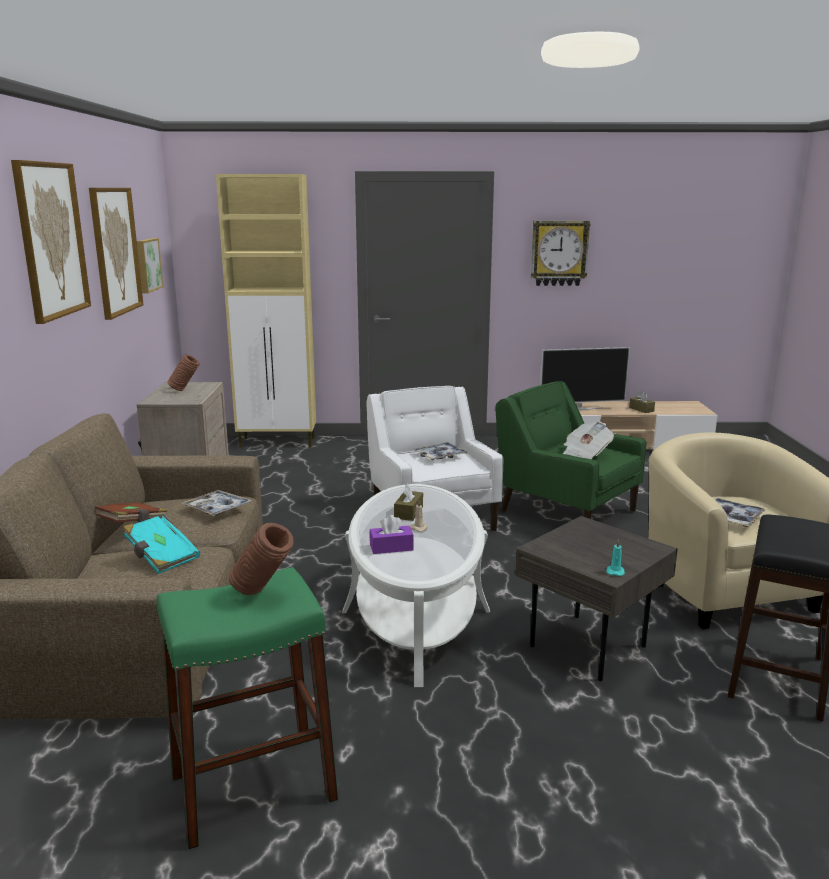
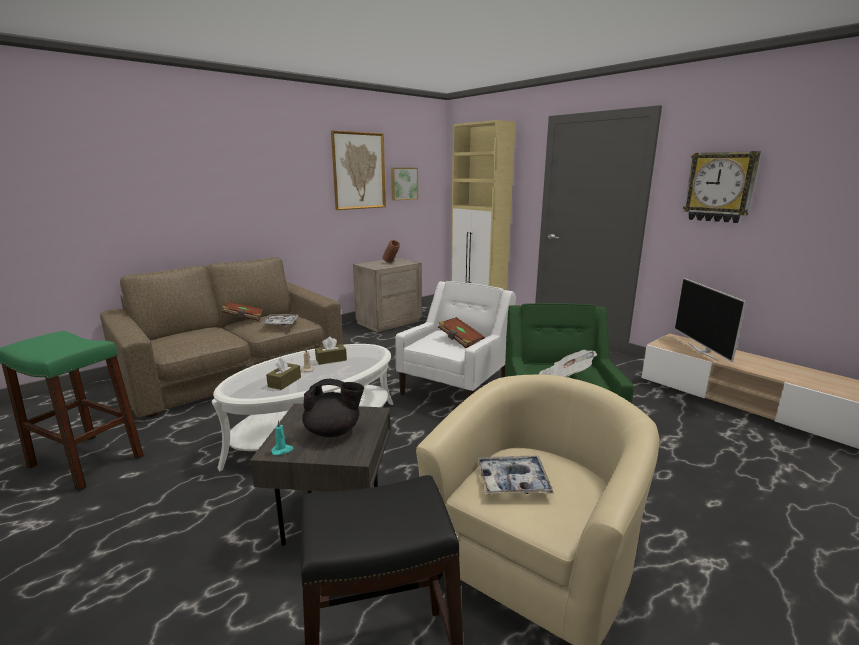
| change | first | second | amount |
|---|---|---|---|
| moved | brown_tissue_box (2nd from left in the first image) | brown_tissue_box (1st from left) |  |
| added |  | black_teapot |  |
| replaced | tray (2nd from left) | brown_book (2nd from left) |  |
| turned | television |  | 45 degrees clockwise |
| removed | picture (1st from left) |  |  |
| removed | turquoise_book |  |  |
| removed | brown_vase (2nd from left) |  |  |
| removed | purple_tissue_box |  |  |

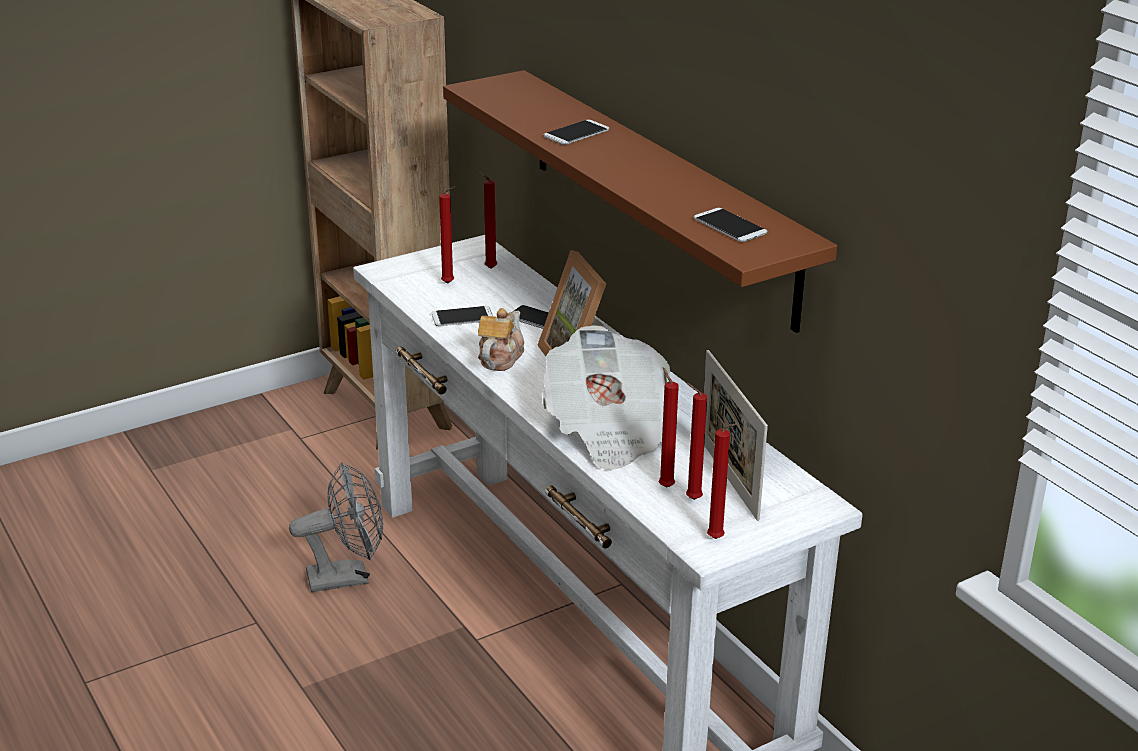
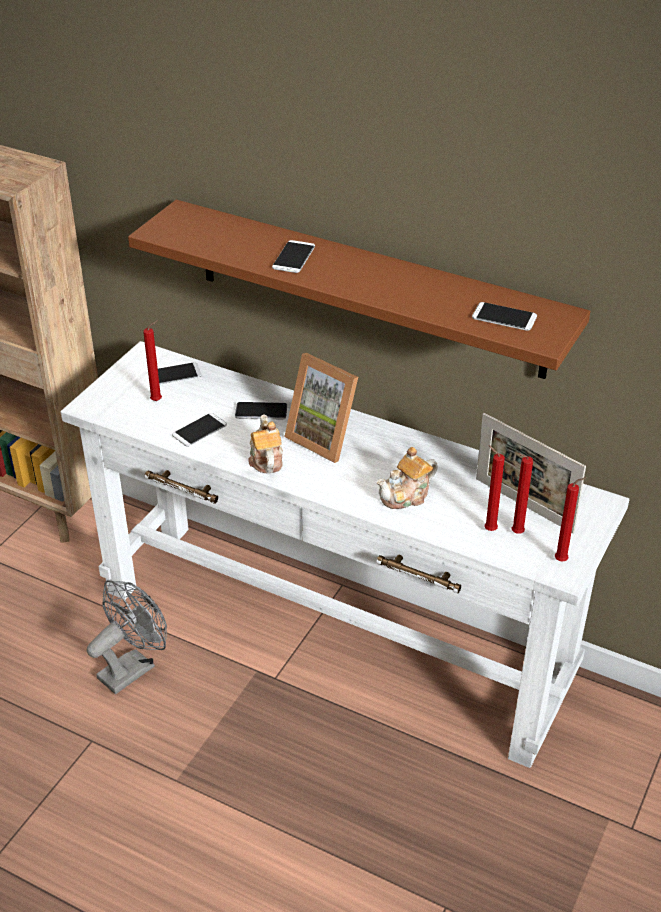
| change | first | second | amount |
|---|---|---|---|
| replaced | red_candle (2nd from left) | phone (1st from left) |  |
| replaced | newspaper | teapot (2nd from left) |  |

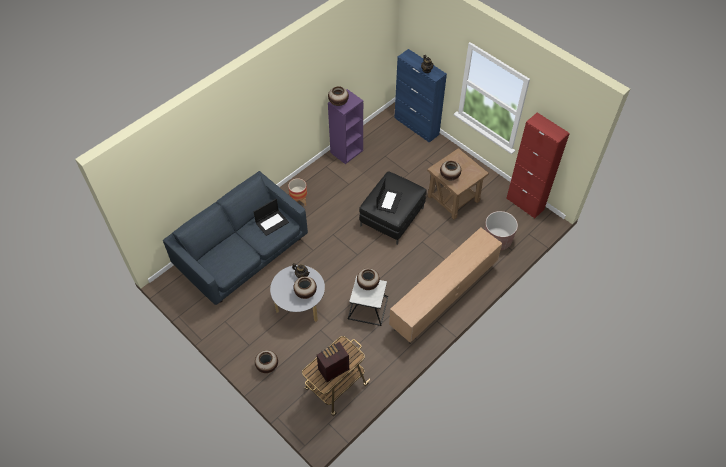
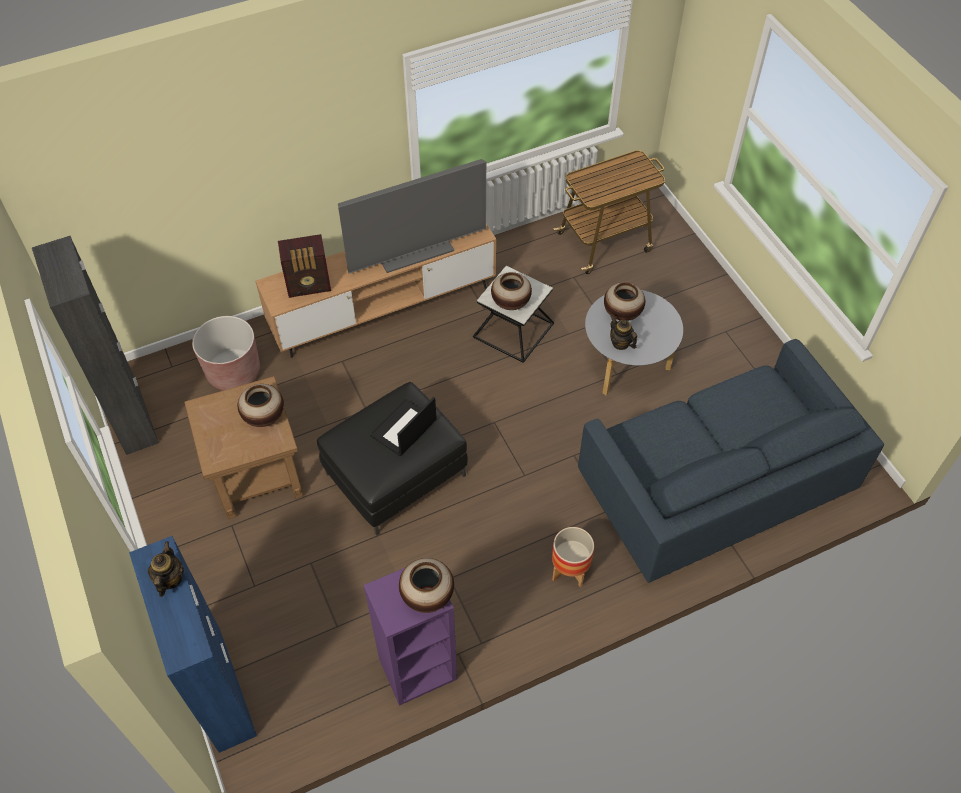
| change | first | second | amount |
|---|---|---|---|
| recoloured | red_cabinet | black_cabinet |  |
| moved | radio |  |  |
| added |  | television |  |
| removed | laptop (1st from left) |  |  |
| removed | vase (1st from left) |  |  |

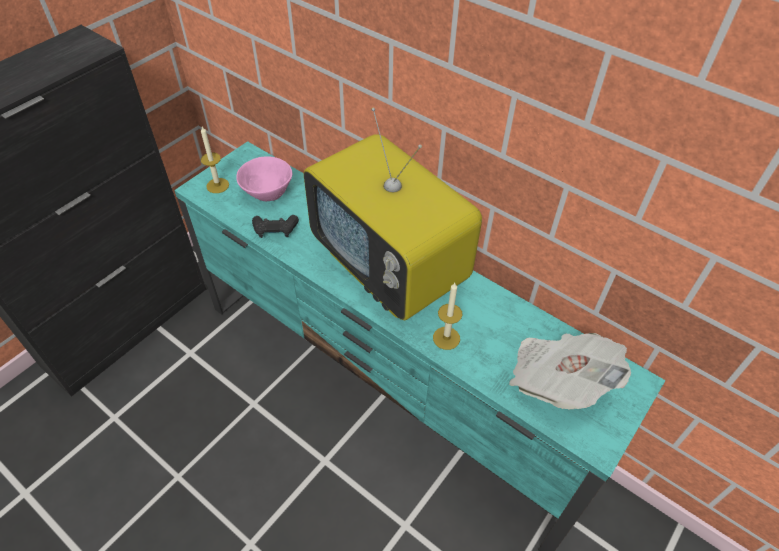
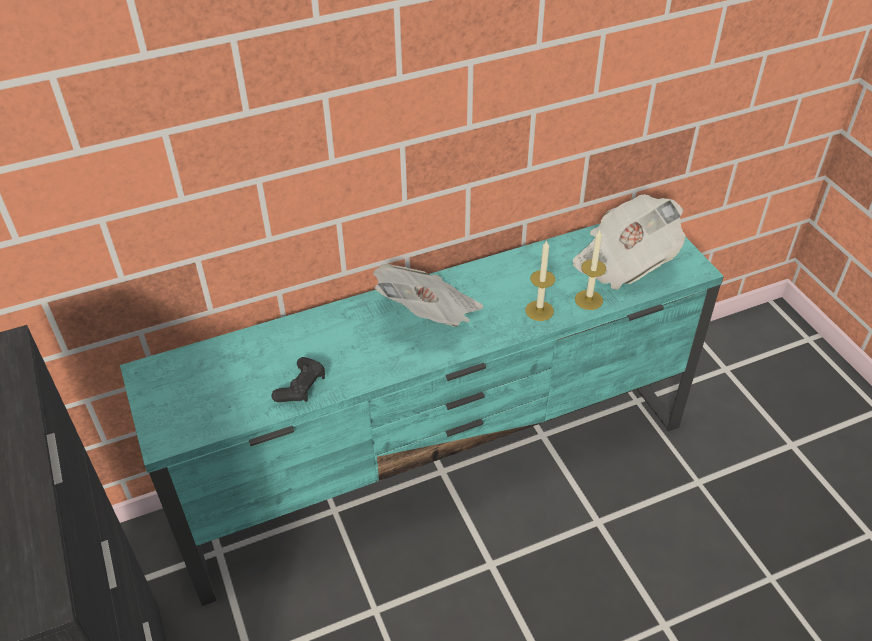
| change | first | second | amount |
|---|---|---|---|
| replaced | television | newspaper (1st from left) |  |
| moved | candle (1st from left in the first image) | candle (2nd from left) |  |
| removed | pink_bowl |  |  |

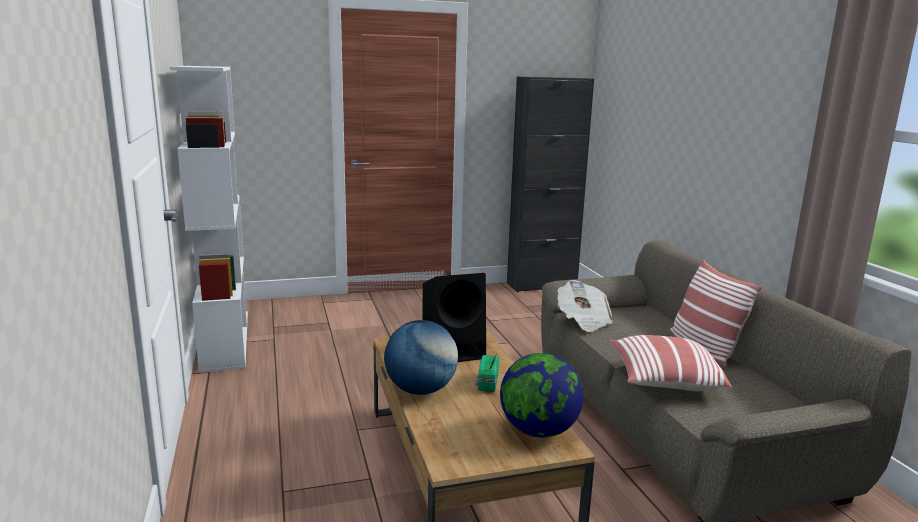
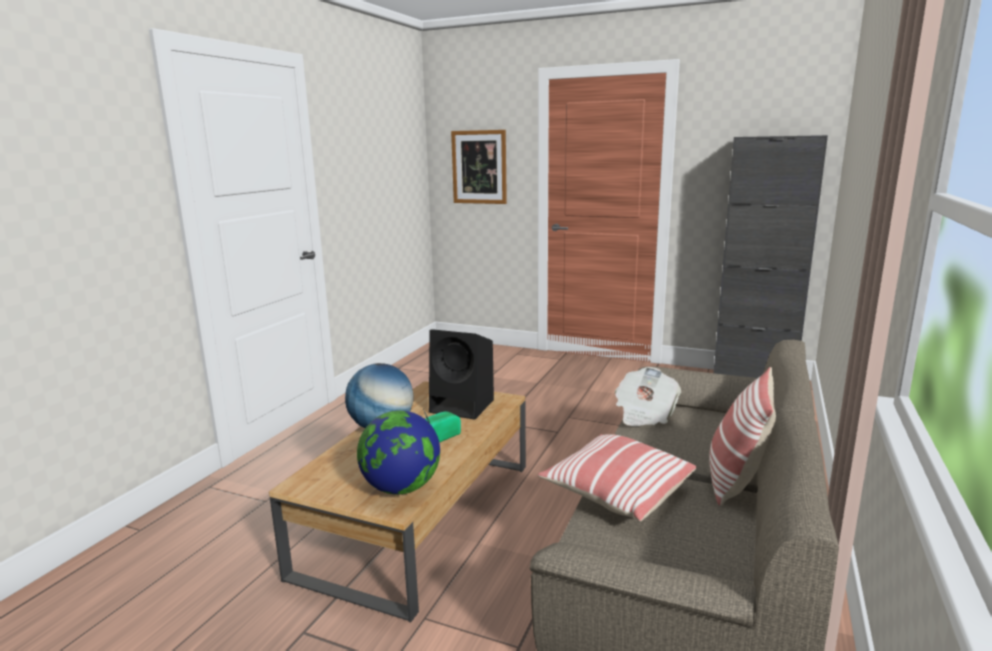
| change | first | second | amount |
|---|---|---|---|
| added |  | picture |  |
| removed | white_bookcase |  |  |

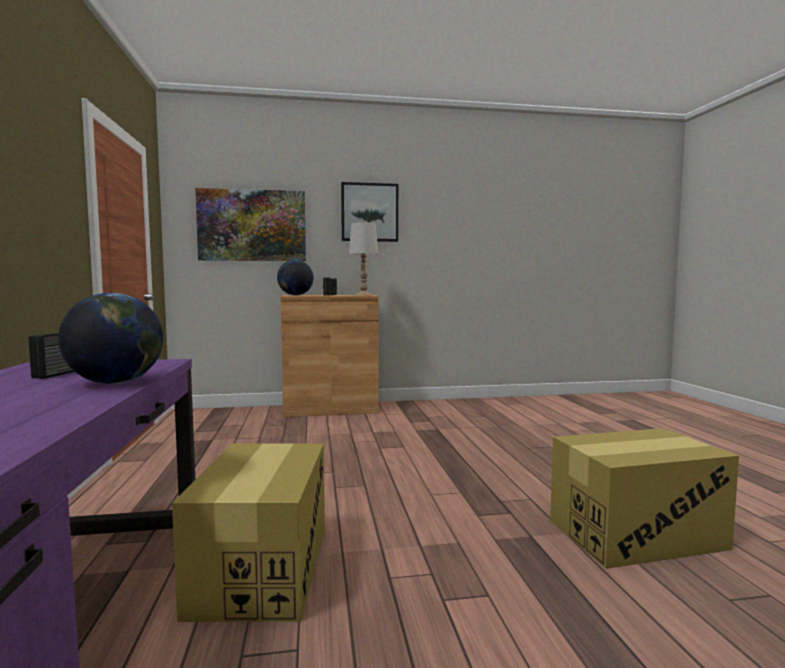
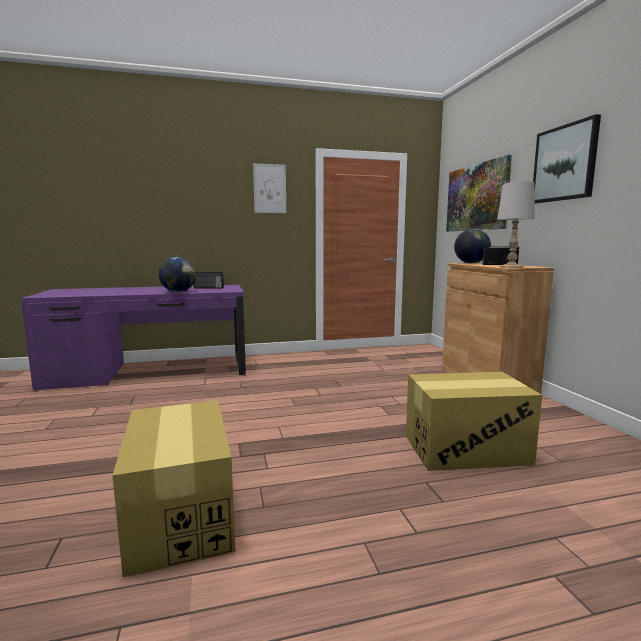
| change | first | second | amount |
|---|---|---|---|
| added |  | picture (1st from left) |  |
| moved | cardboard_box (1st from left in the first image) | cardboard_box (2nd from left) |  |

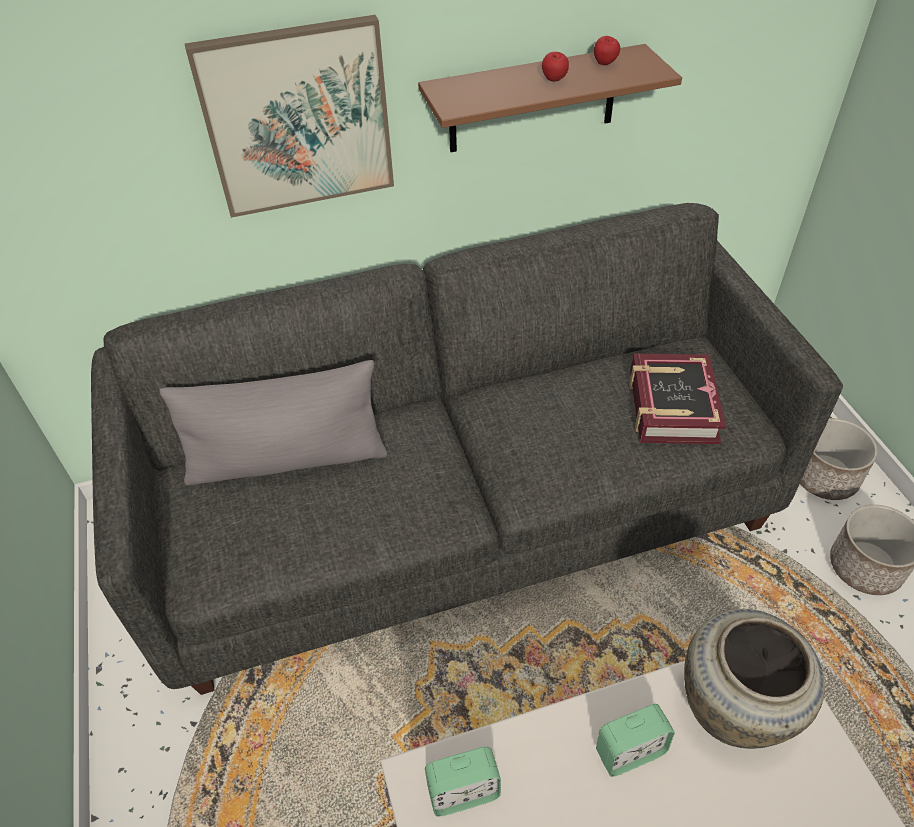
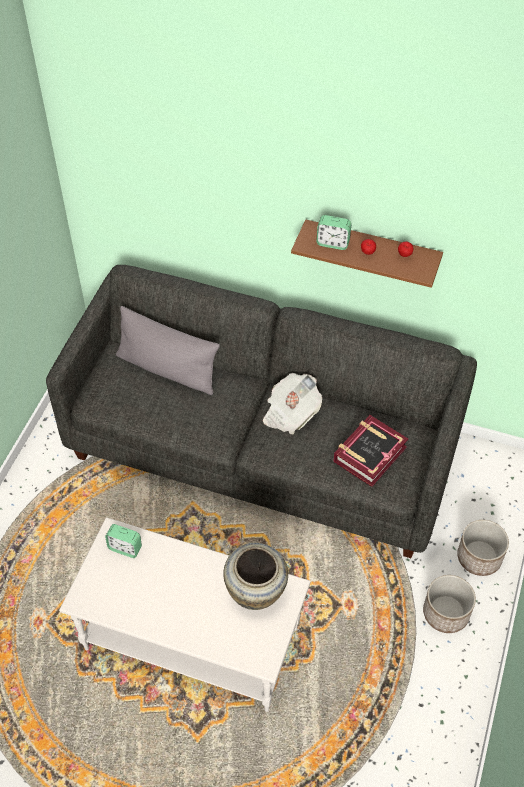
| change | first | second | amount |
|---|---|---|---|
| added |  | newspaper |  |
| moved | alarm_clock (2nd from left) |  |  |
| removed | picture |  |  |

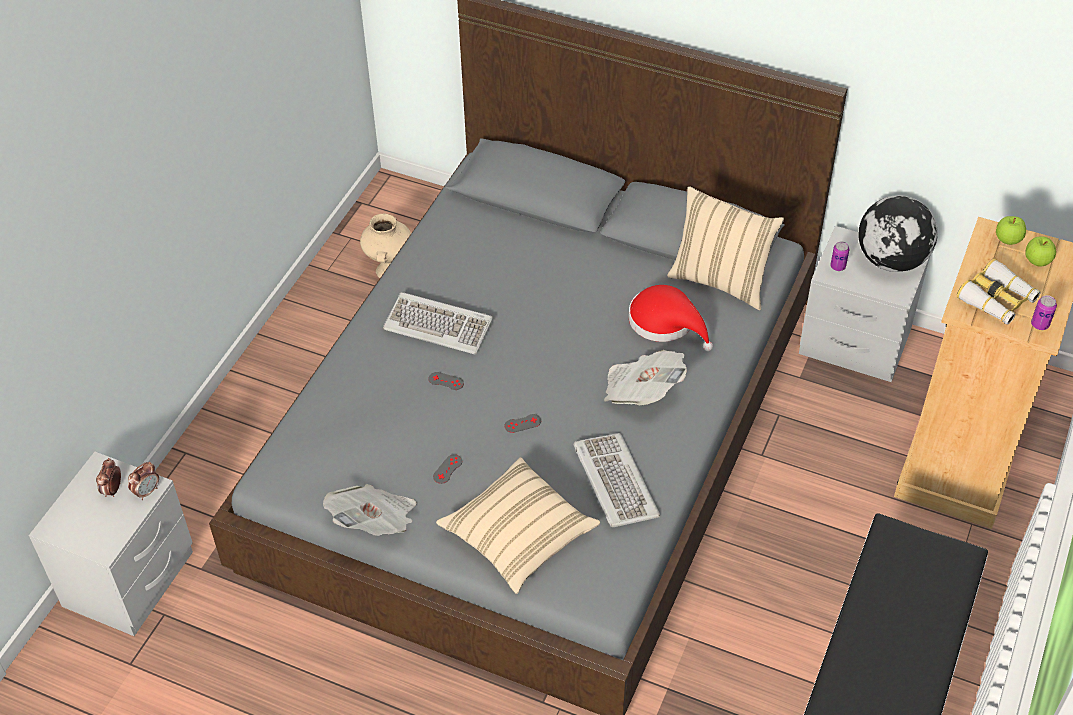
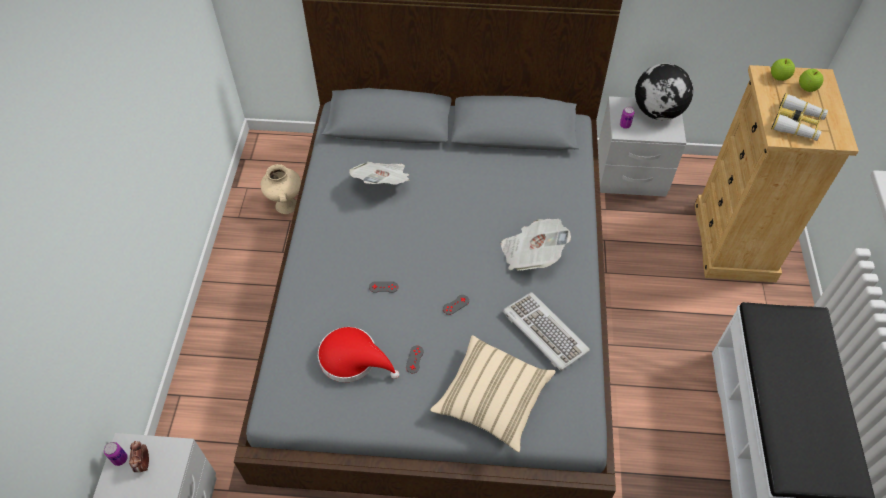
| change | first | second | amount |
|---|---|---|---|
| moved | can (2nd from left in the first image) | can (1st from left) |  |
| moved | red_hat |  |  |
| moved | newspaper (1st from left) |  |  |
| removed | alarm_clock (2nd from left) |  |  |
| removed | keyboard (1st from left) |  |  |
| removed | beige_pillow (2nd from left) |  |  |

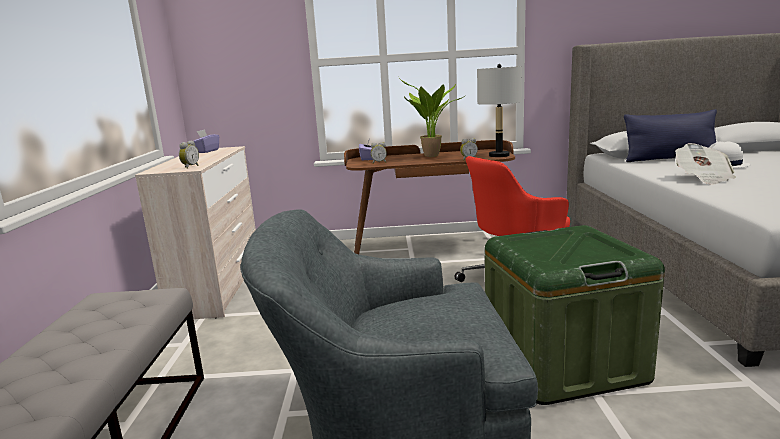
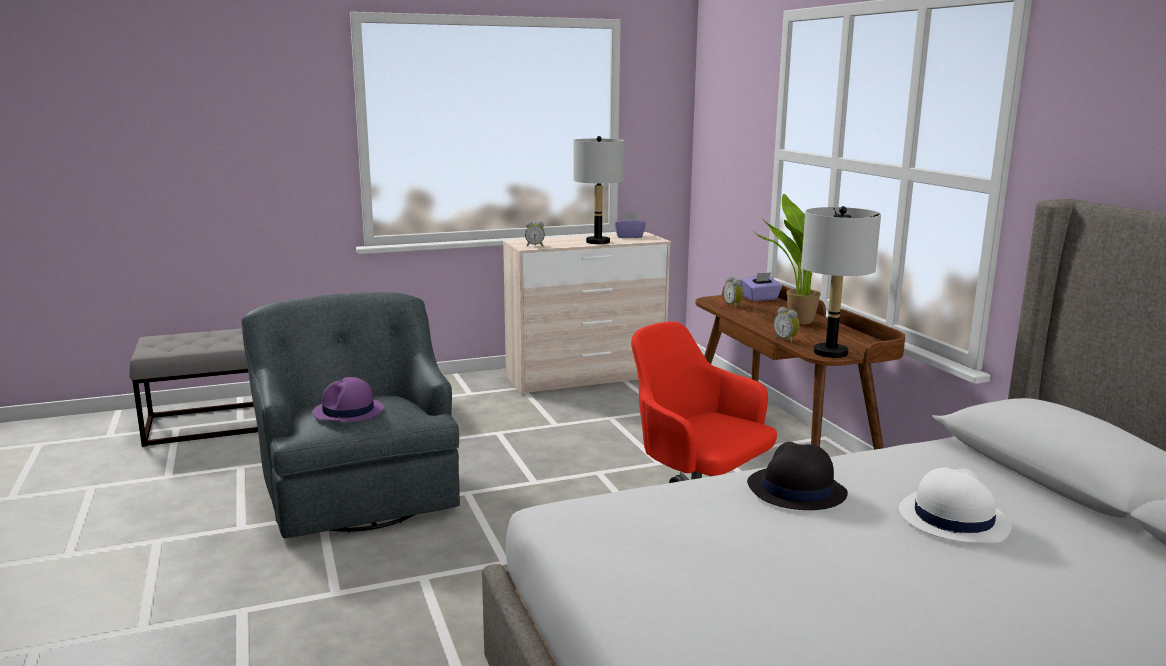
| change | first | second | amount |
|---|---|---|---|
| added |  | purple_hat |  |
| added |  | grey_table_lamp (1st from left) |  |
| replaced | newspaper | black_hat |  |
| removed | green_storage_box |  |  |
| removed | blue_pillow |  |  |

